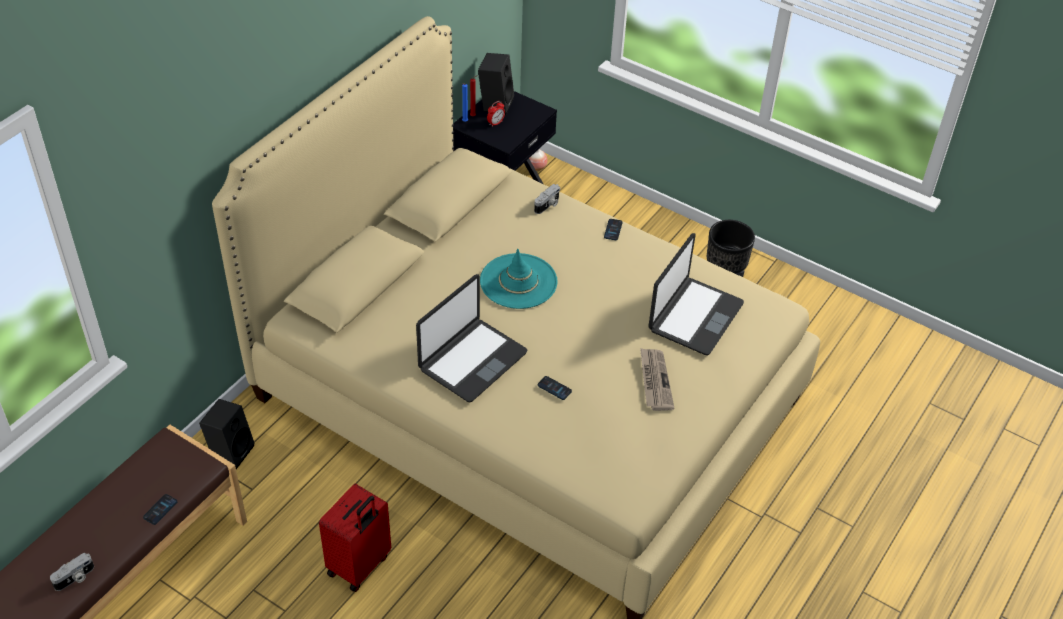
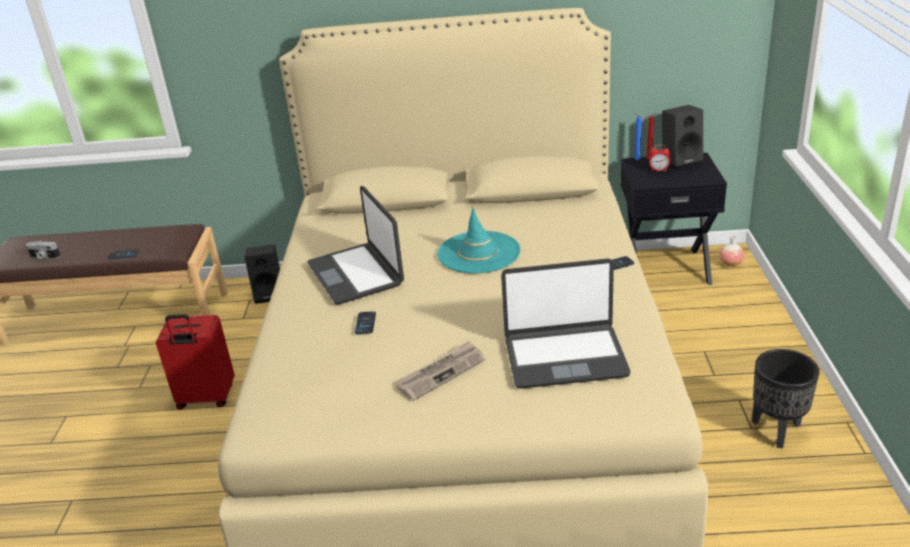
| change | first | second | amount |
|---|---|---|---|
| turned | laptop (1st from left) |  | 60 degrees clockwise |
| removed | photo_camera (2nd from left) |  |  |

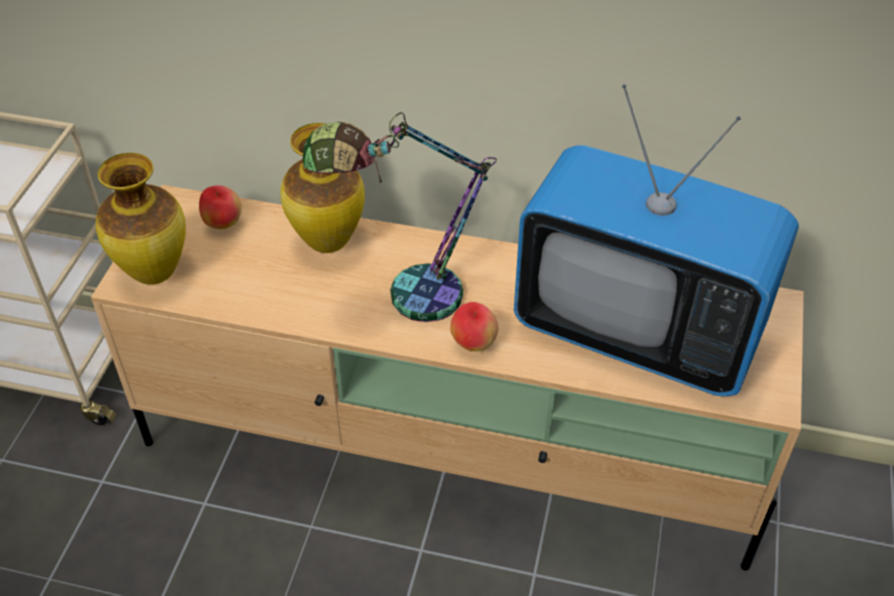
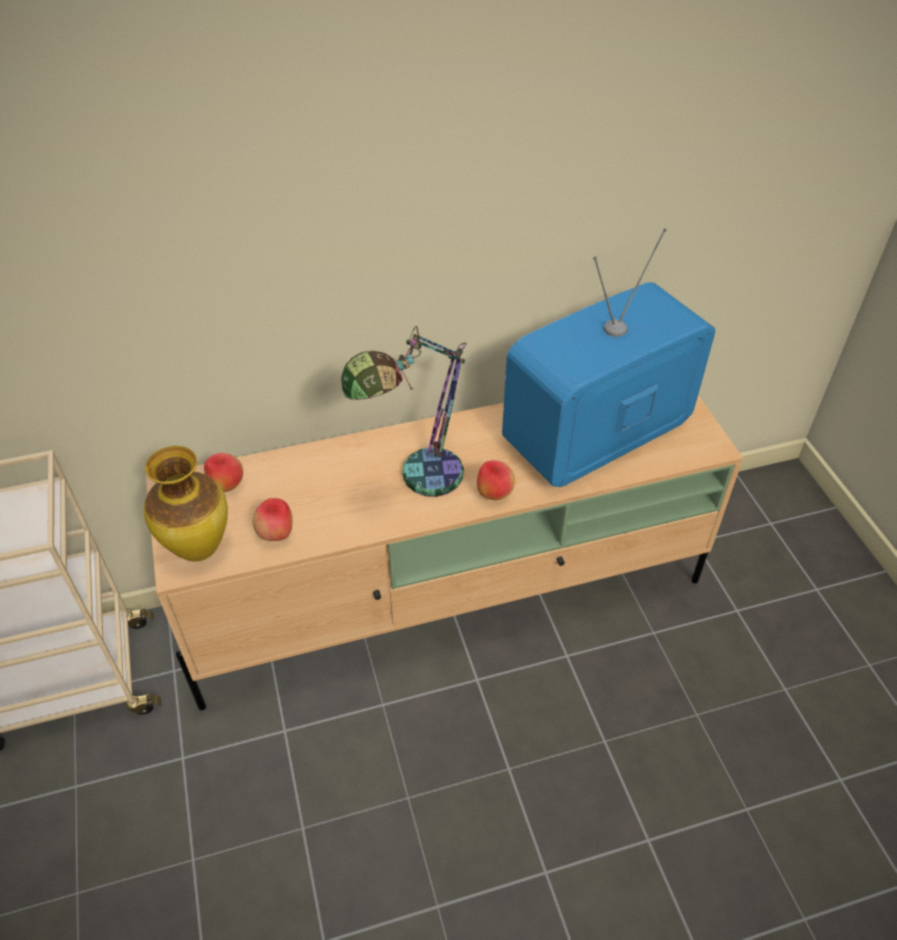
| change | first | second | amount |
|---|---|---|---|
| added |  | apple (2nd from left) |  |
| turned | television |  | 150 degrees clockwise |
| removed | vase (2nd from left) |  |  |

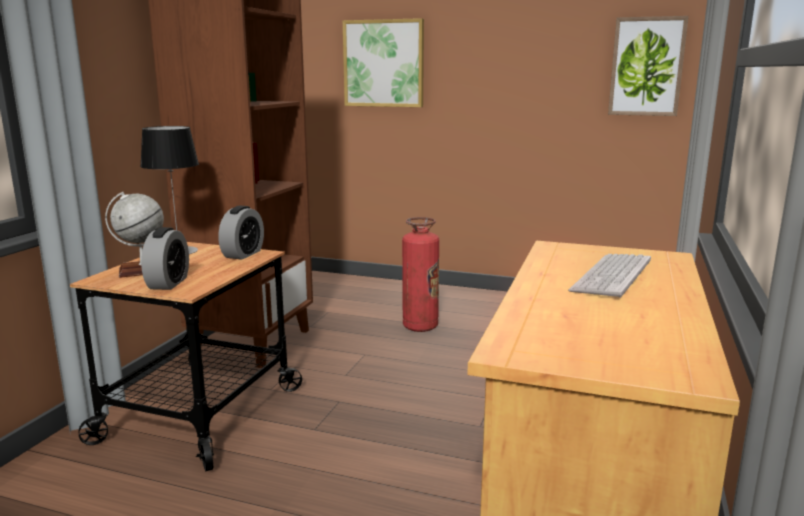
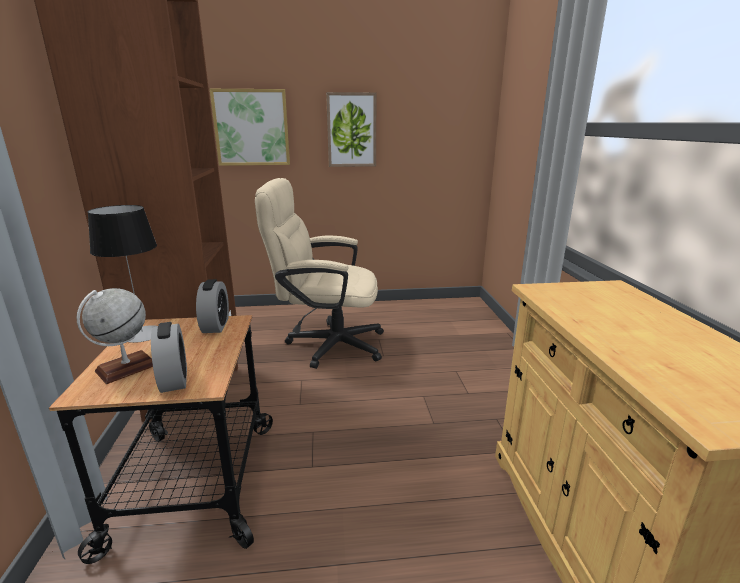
| change | first | second | amount |
|---|---|---|---|
| replaced | fire_extinguisher | beige_office_chair |  |
| moved | picture (2nd from left) |  |  |
| removed | keyboard |  |  |

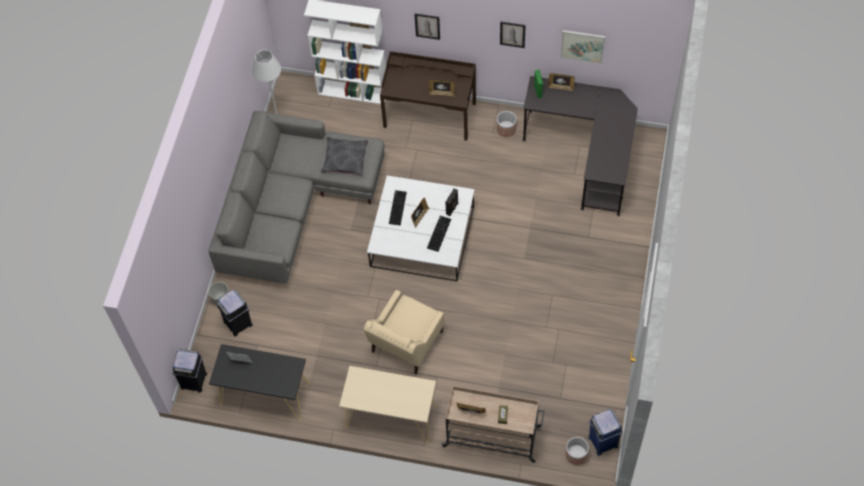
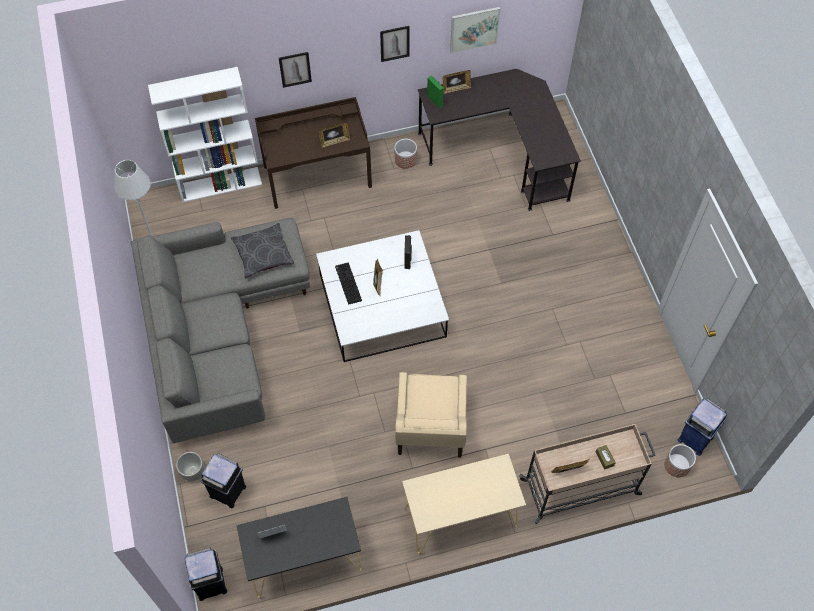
| change | first | second | amount |
|---|---|---|---|
| removed | keyboard (2nd from left) |  |  |

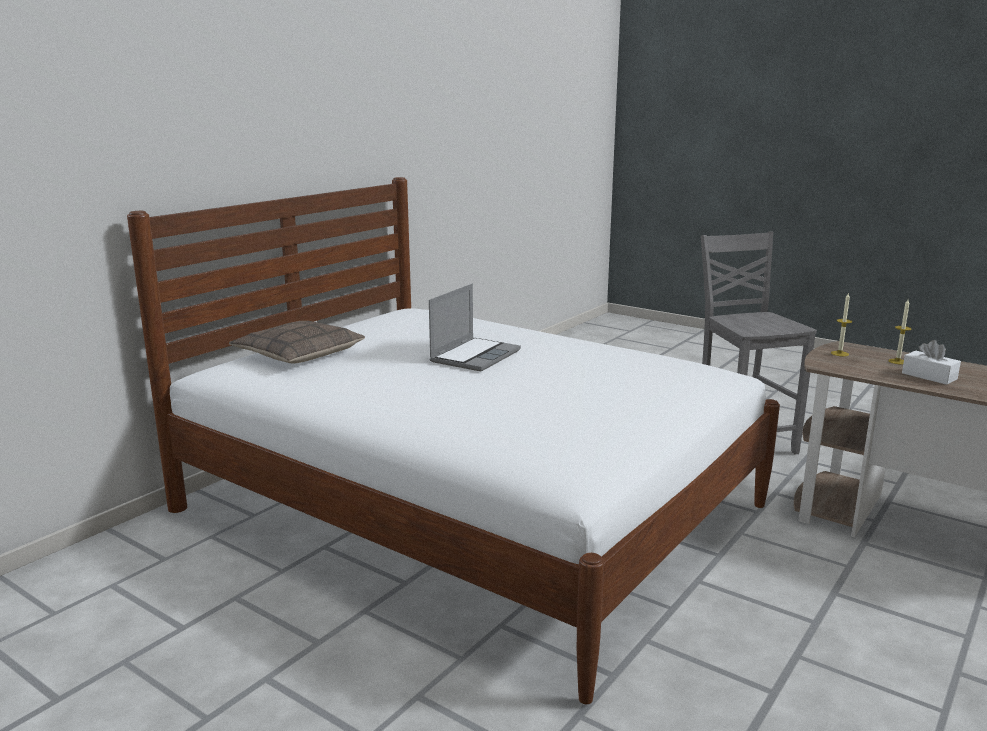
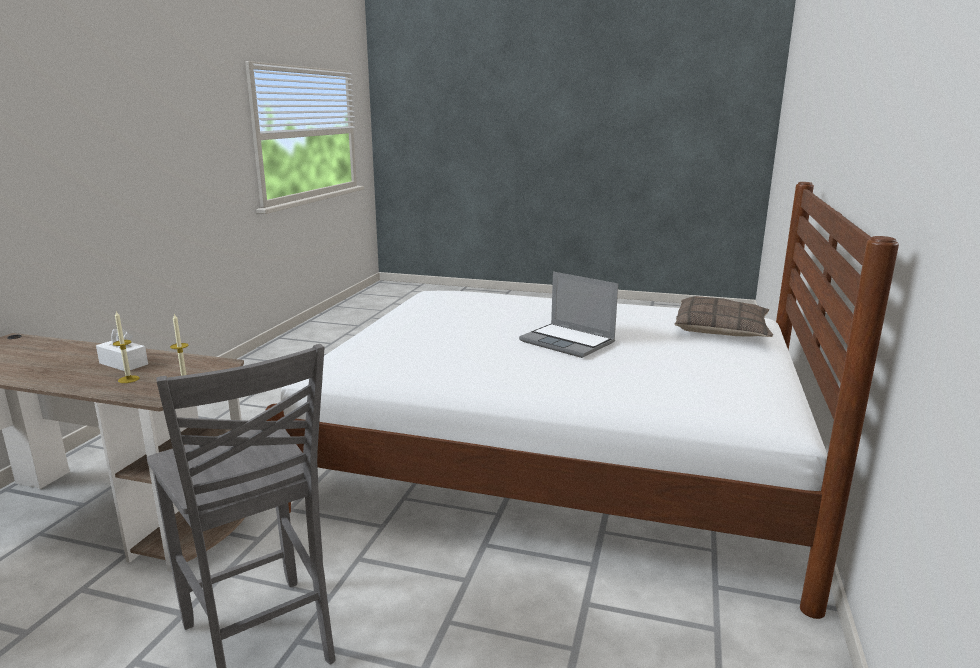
| change | first | second | amount |
|---|---|---|---|
| turned | laptop |  | 60 degrees counterclockwise |

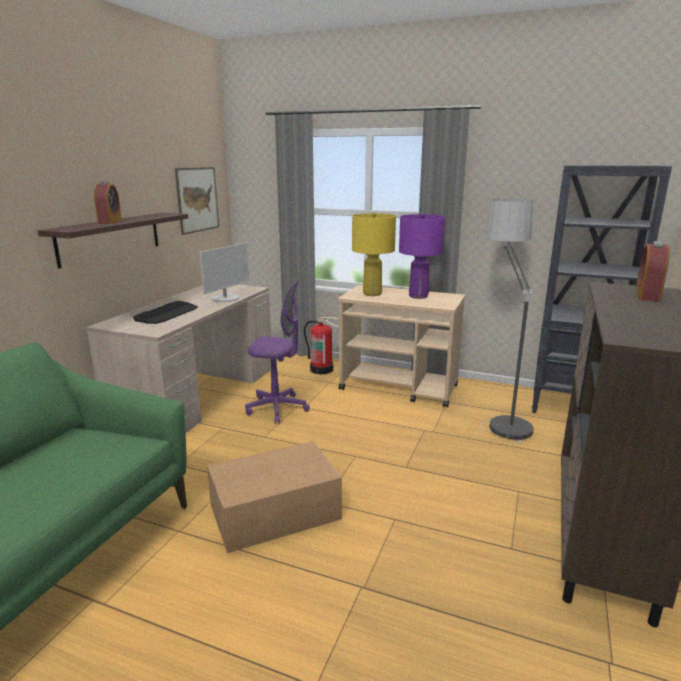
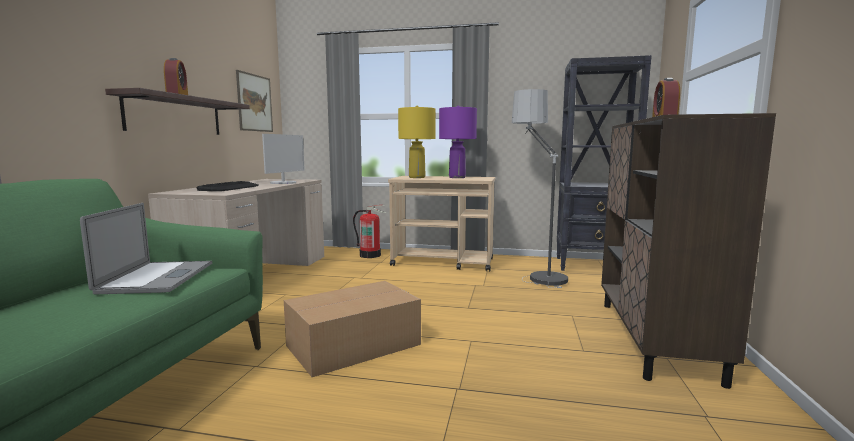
| change | first | second | amount |
|---|---|---|---|
| added |  | laptop |  |
| removed | purple_office_chair |  |  |

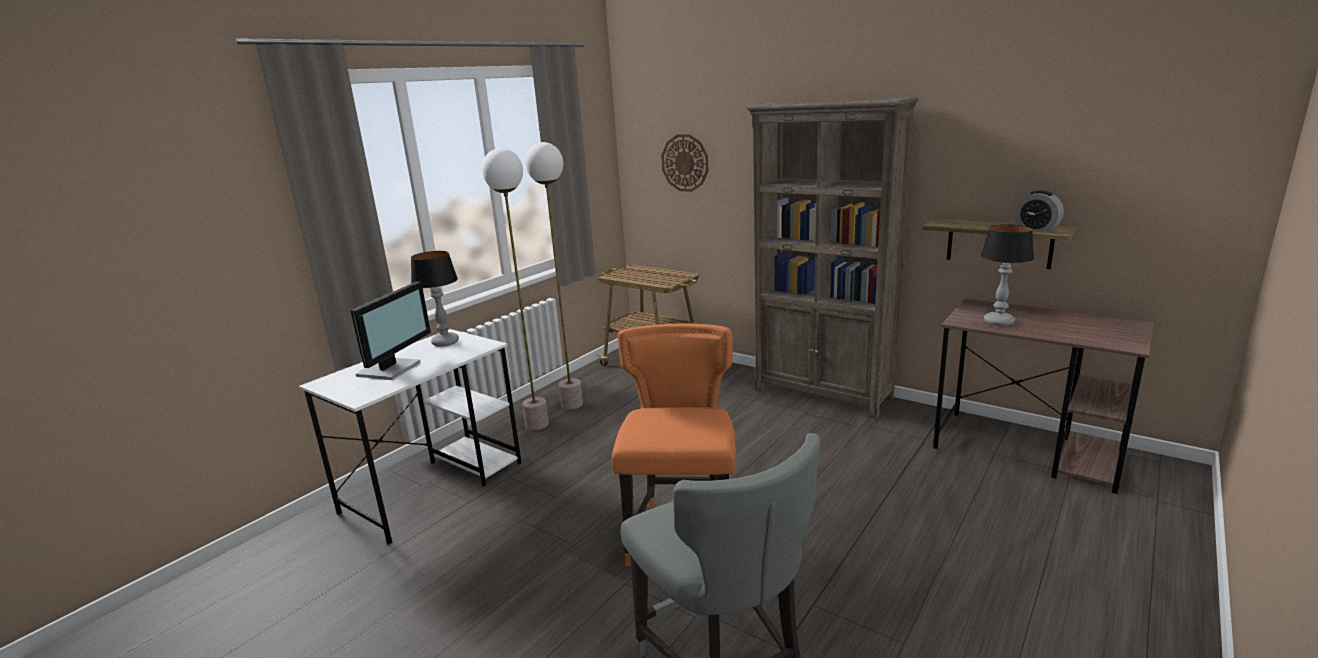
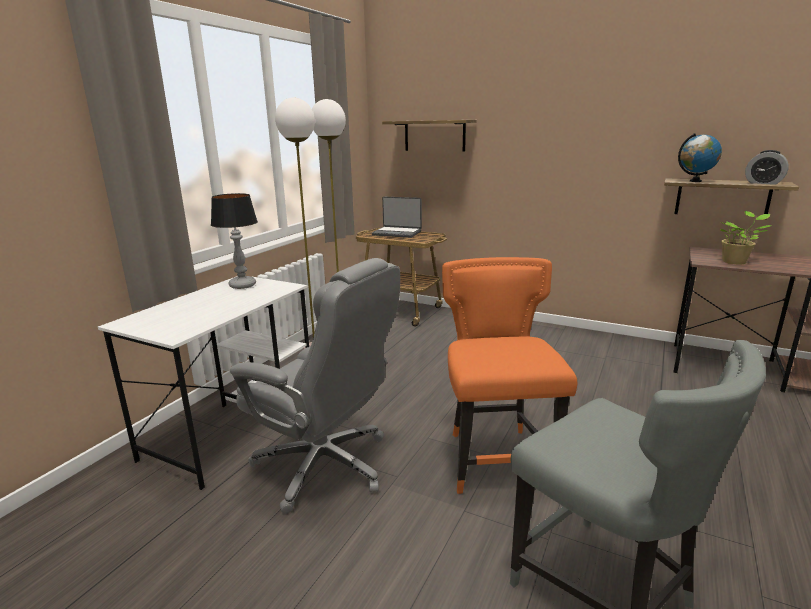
| change | first | second | amount |
|---|---|---|---|
| added |  | grey_office_chair |  |
| added |  | laptop |  |
| replaced | wall_clock | shelf (1st from left) |  |
| added |  | globe |  |
| replaced | table_lamp (2nd from left) | potted_plant |  |
| removed | monitor |  |  |
| removed | brown_bookcase |  |  |

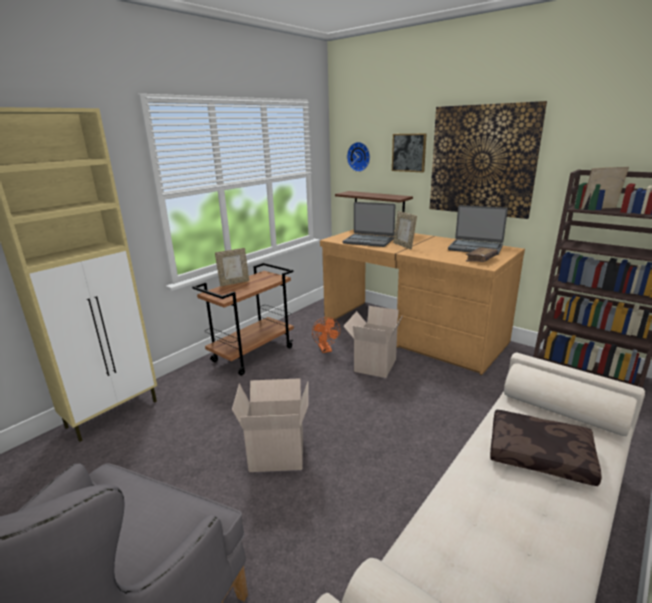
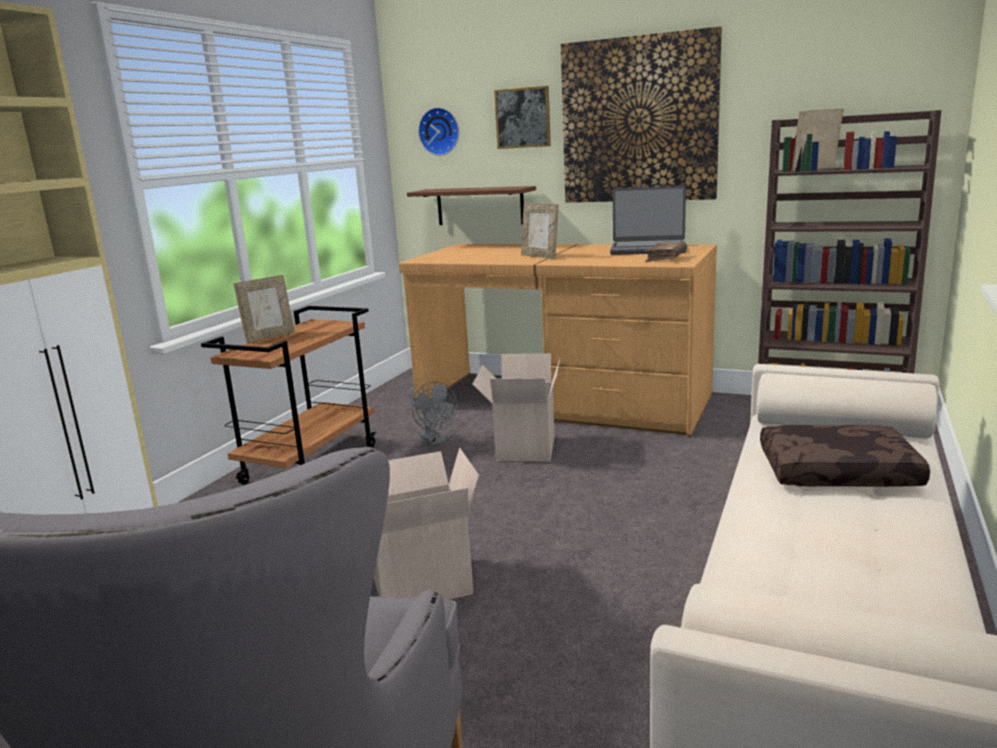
| change | first | second | amount |
|---|---|---|---|
| recoloured | orange_fan | grey_fan |  |
| removed | laptop (1st from left) |  |  |

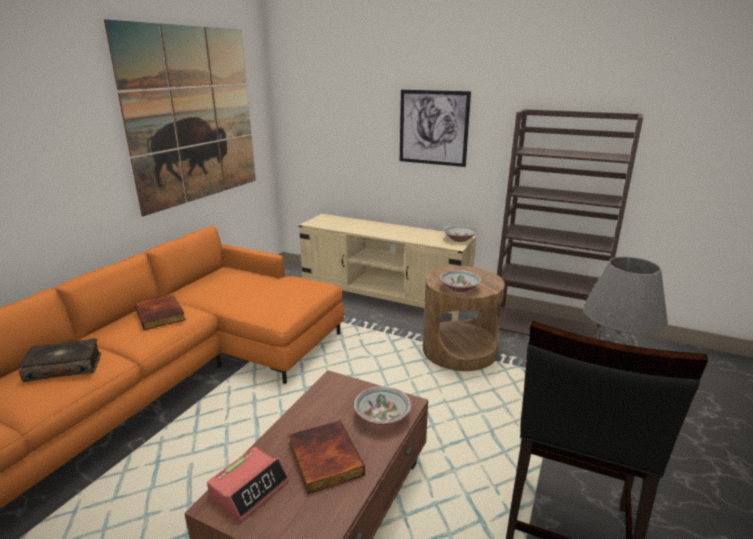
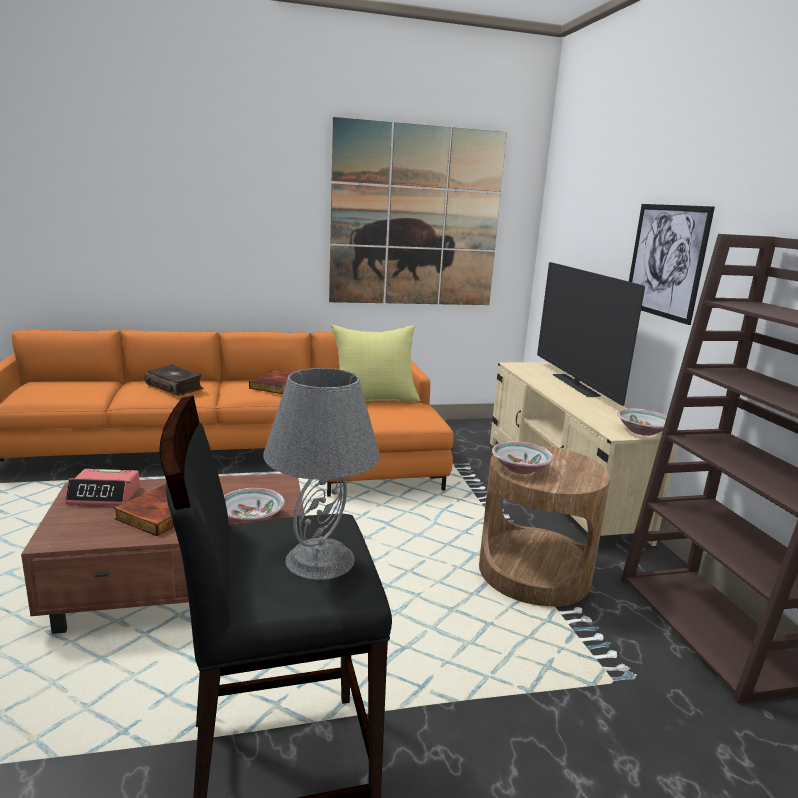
| change | first | second | amount |
|---|---|---|---|
| added |  | yellow_pillow |  |
| added |  | television |  |

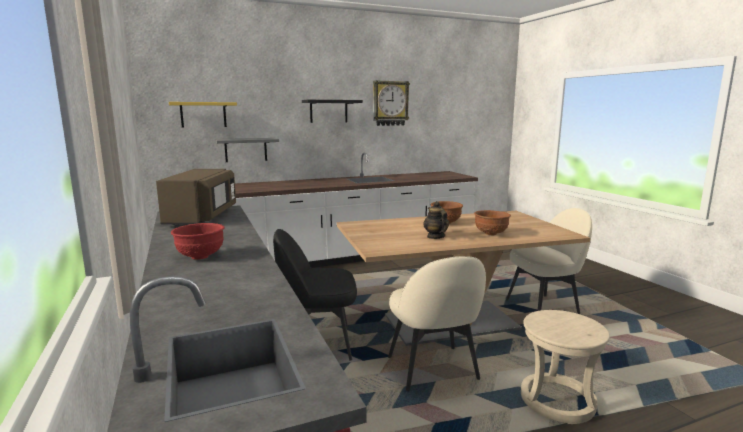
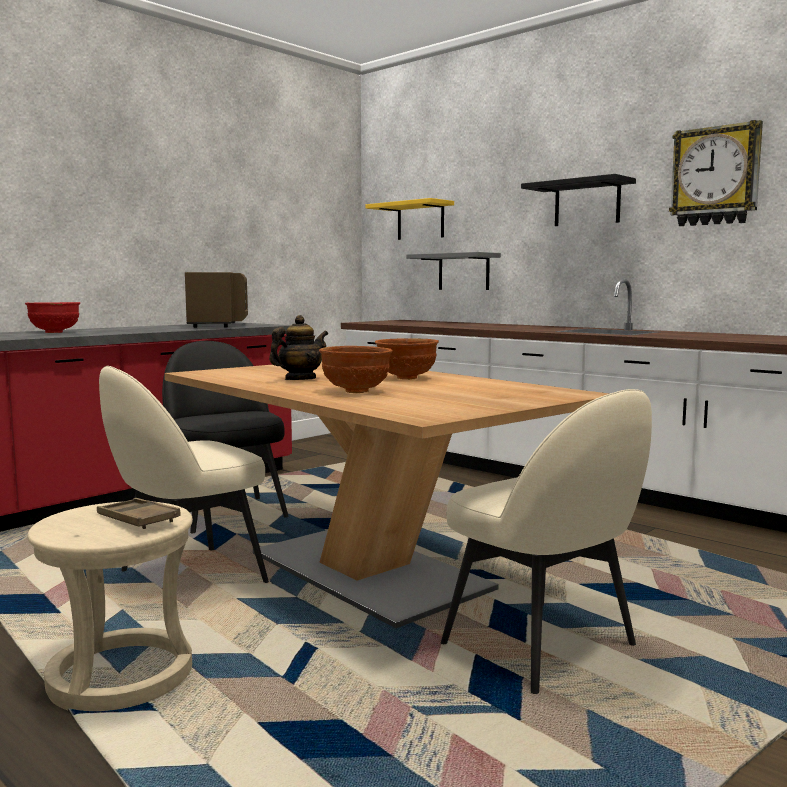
| change | first | second | amount |
|---|---|---|---|
| added |  | brown_tray |  |
| turned | brown_microwave |  | 75 degrees counterclockwise |

